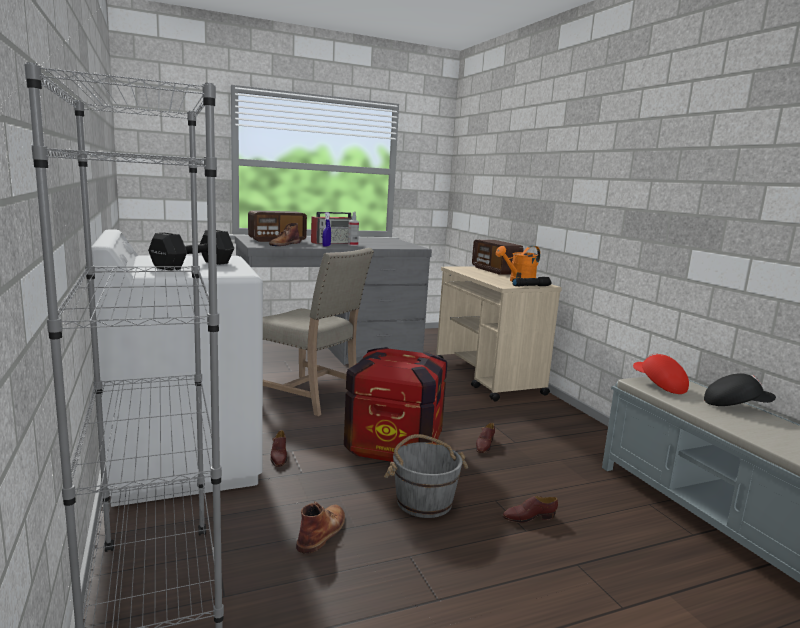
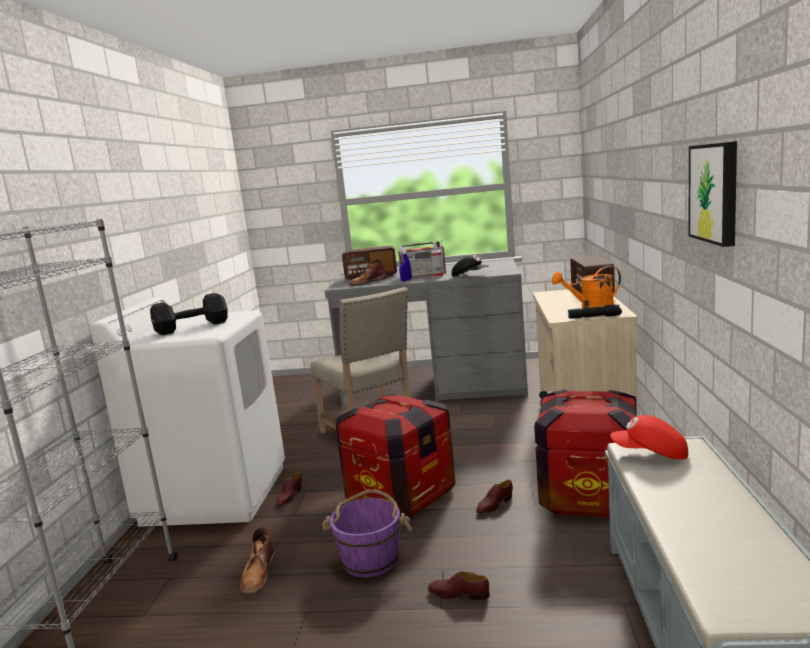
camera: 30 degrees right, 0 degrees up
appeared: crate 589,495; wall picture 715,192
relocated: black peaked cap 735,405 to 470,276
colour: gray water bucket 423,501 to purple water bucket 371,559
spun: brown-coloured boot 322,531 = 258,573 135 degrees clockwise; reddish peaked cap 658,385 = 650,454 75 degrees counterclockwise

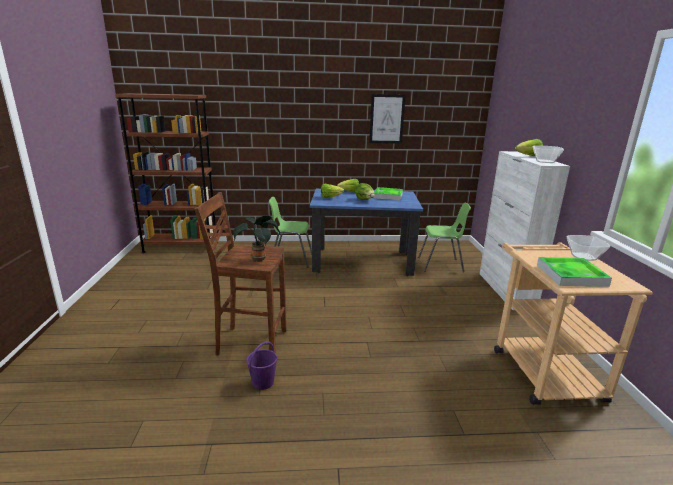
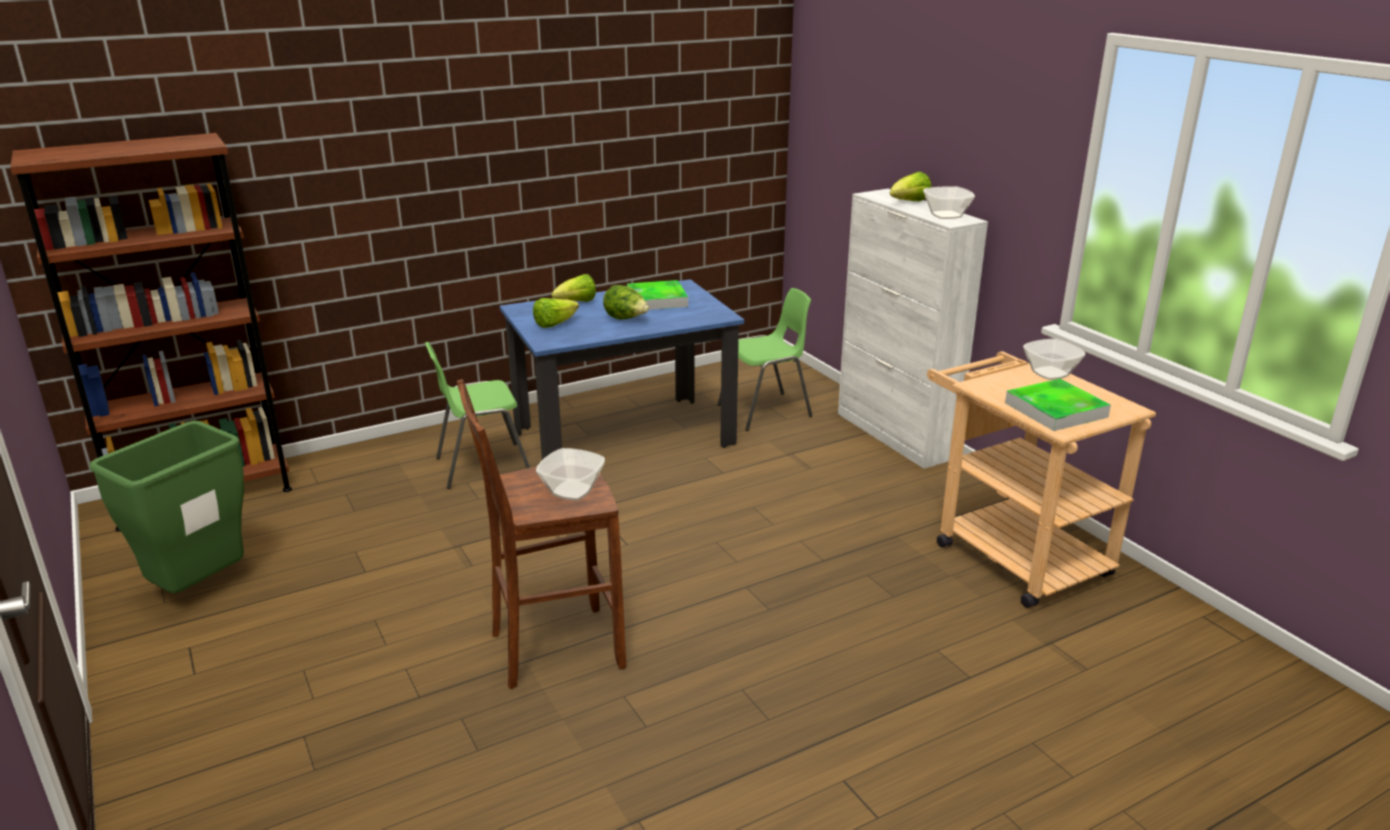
camera: 25 degrees left, 5 degrees up
missing: purple water bucket 263,382; wall picture 386,119
appeared: greenish waste bin 201,588
exchanged: houseplant 259,259 to serving bowl 572,491

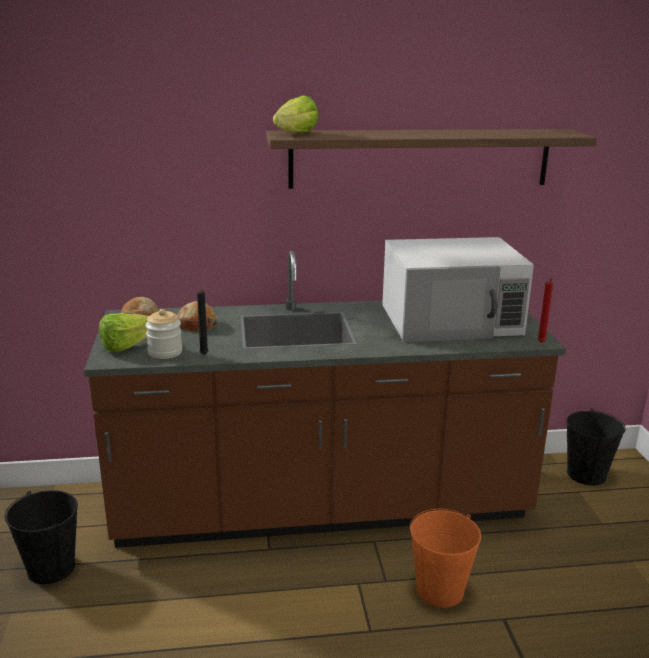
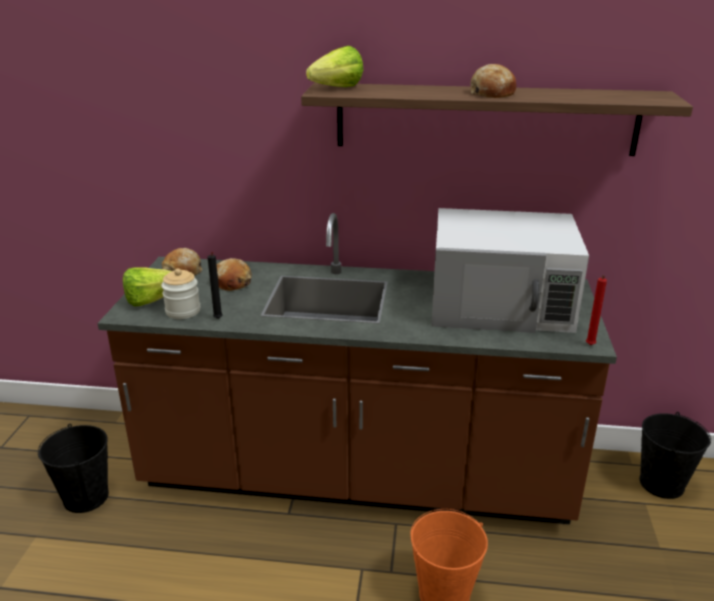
camera: 15 degrees right, 5 degrees up
appeared: bread 492,93

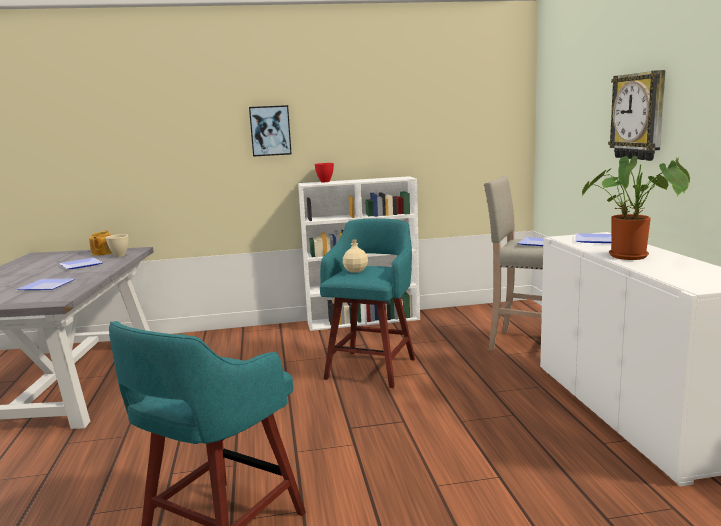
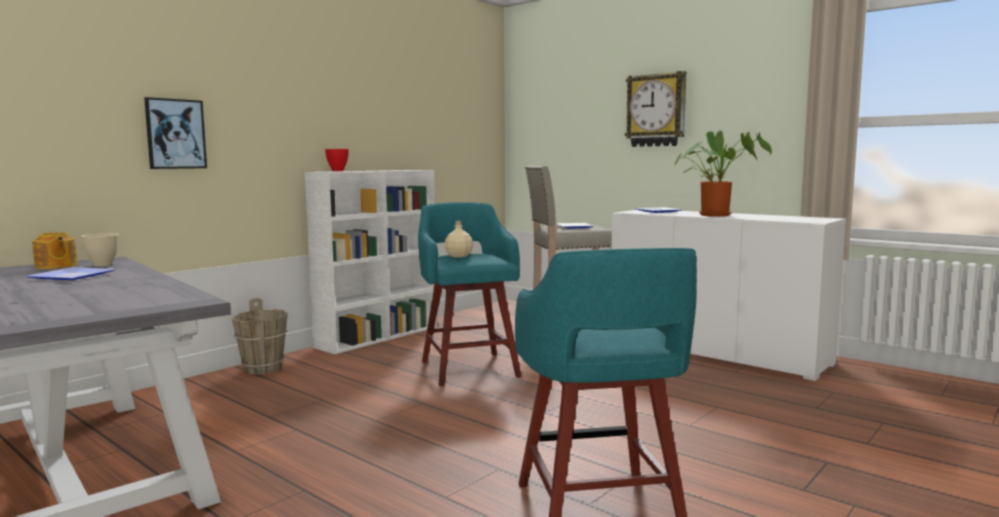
camera: 40 degrees left, 5 degrees down
missing: flat dish 46,286
appeared: brown-coloured water bucket 263,369
relocated: wall picture 270,130 to 175,134

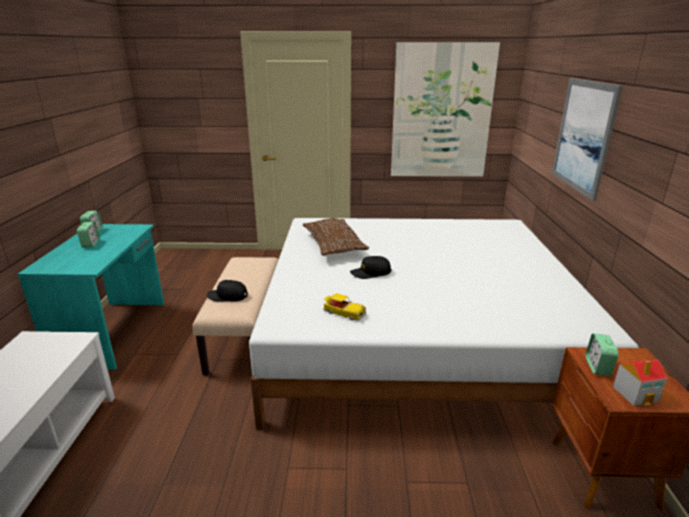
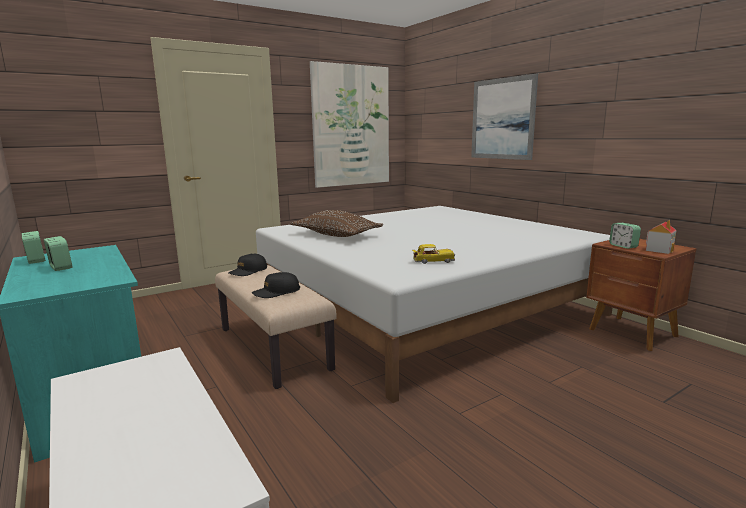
camera: 35 degrees left, 10 degrees down
relocated: black peaked cap 370,273 to 248,271

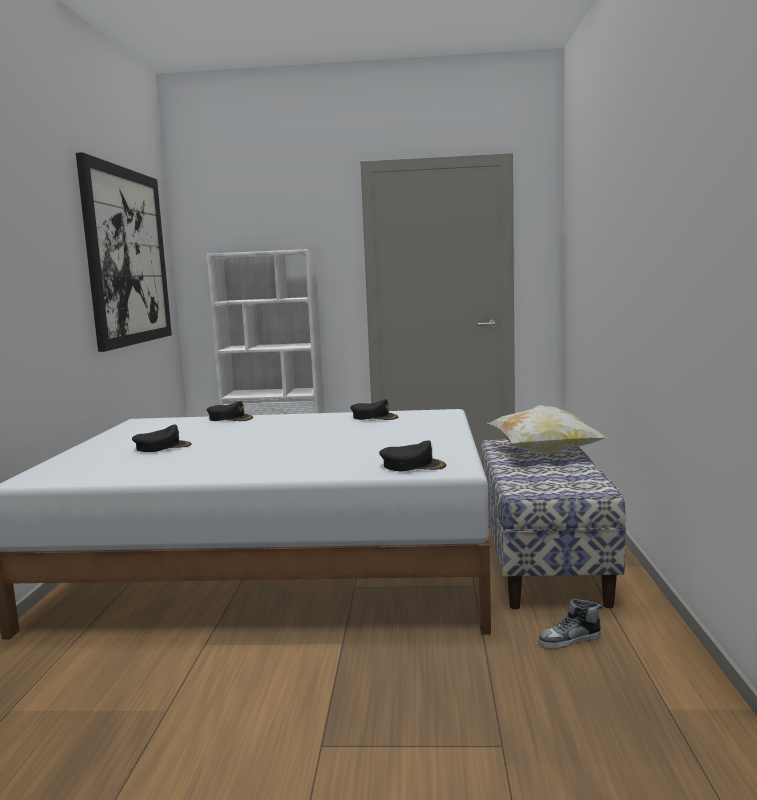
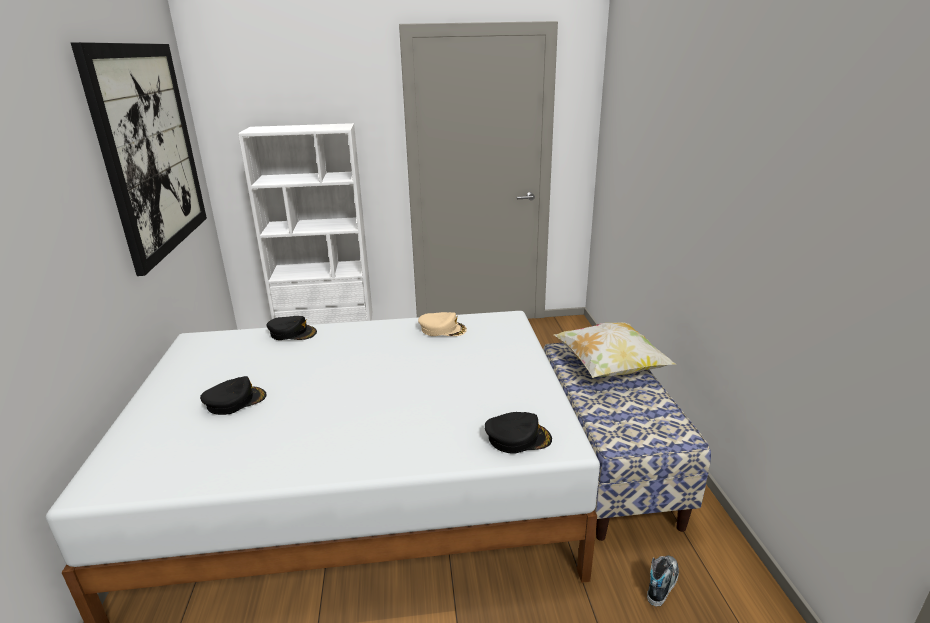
camera: 10 degrees left, 15 degrees up
colour: black peaked cap 374,417 to beige peaked cap 442,329
spun: low shoe 570,640 = 662,583 150 degrees clockwise

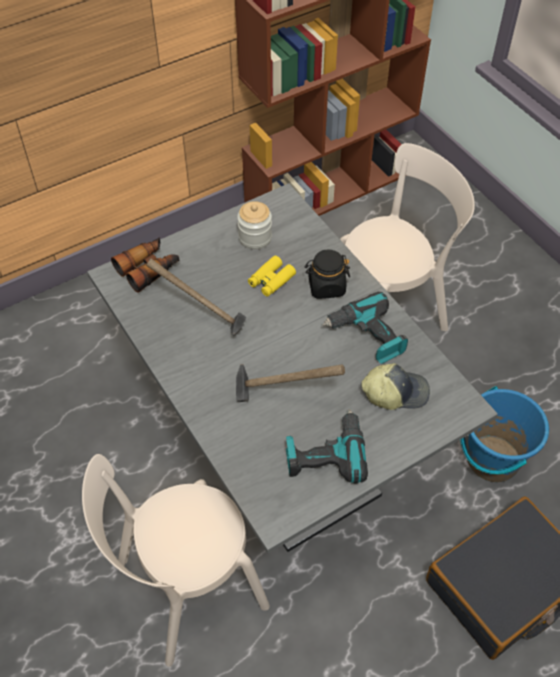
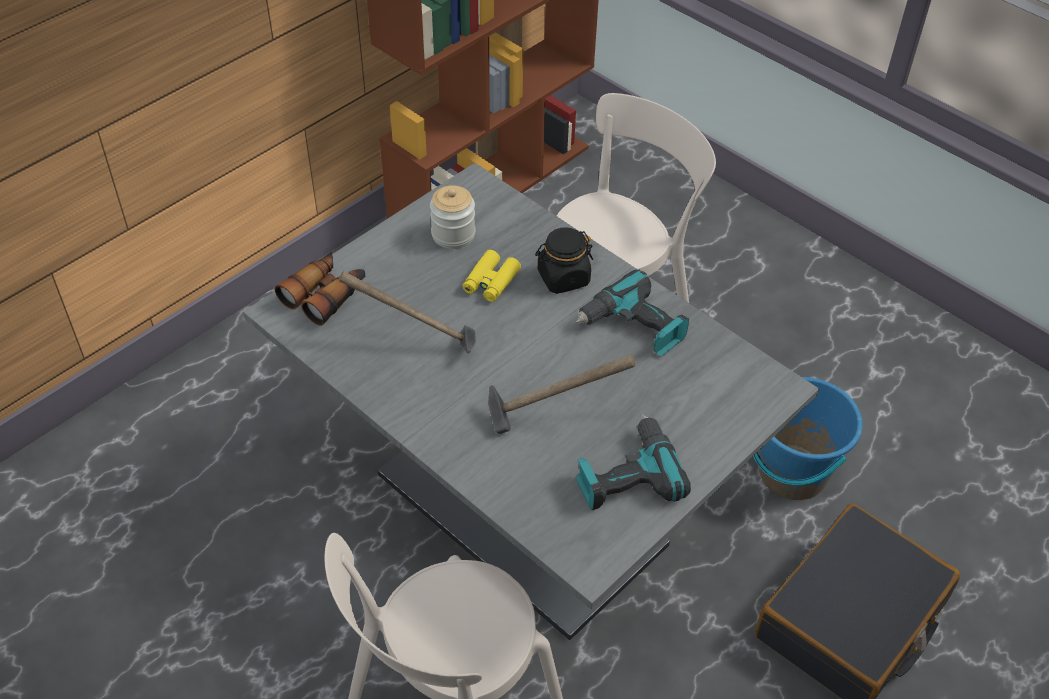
camera: 15 degrees left, 5 degrees down
missing: peaked cap 395,392

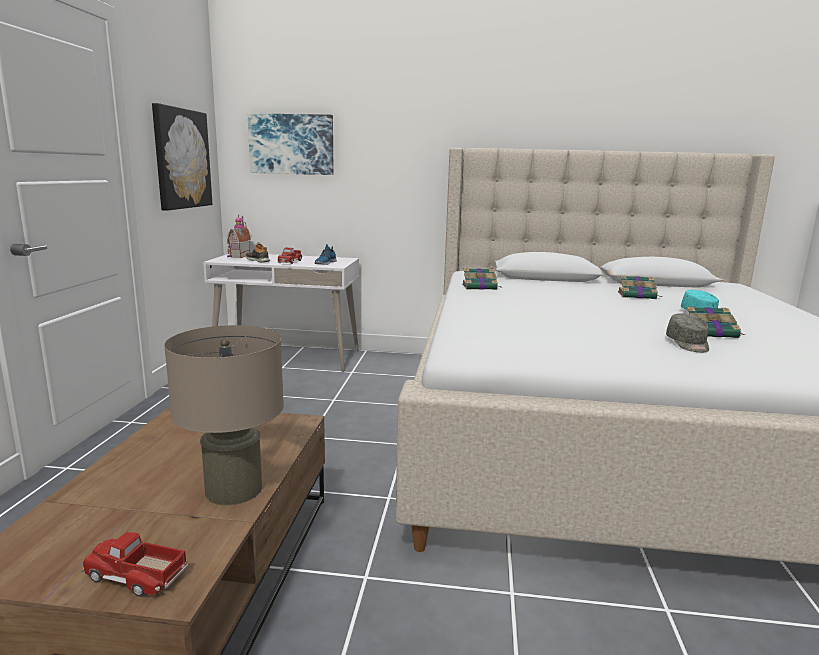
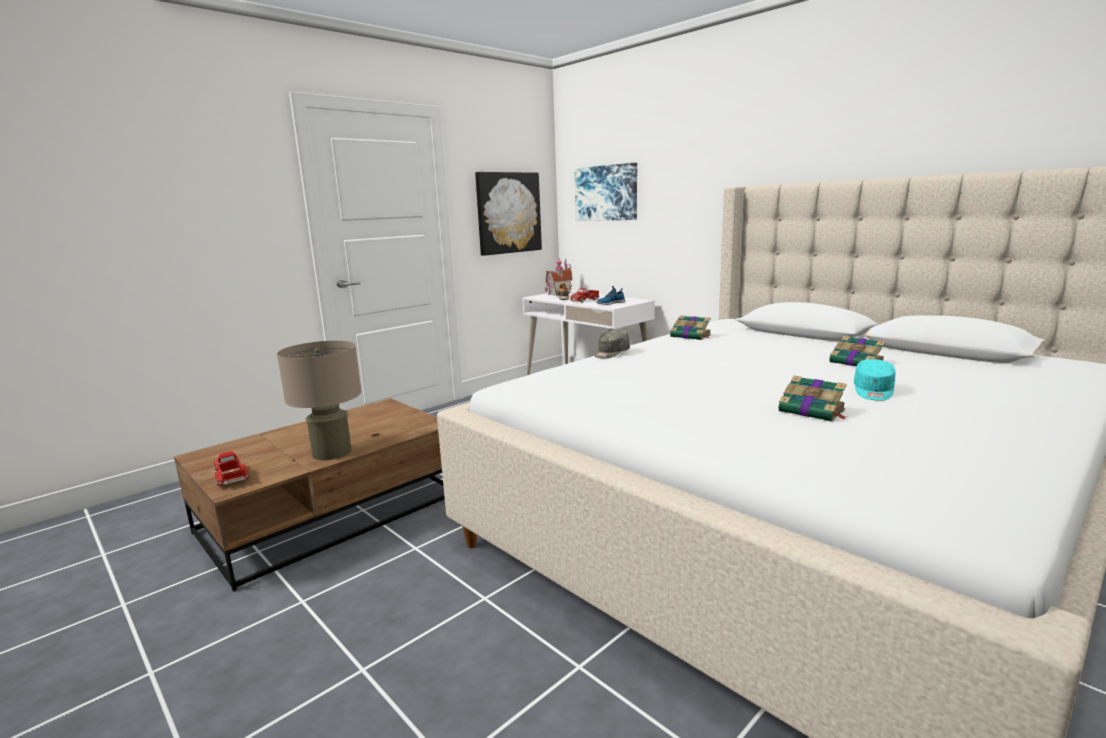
camera: 40 degrees right, 0 degrees up
relocated: gray peaked cap 688,344 to 611,353

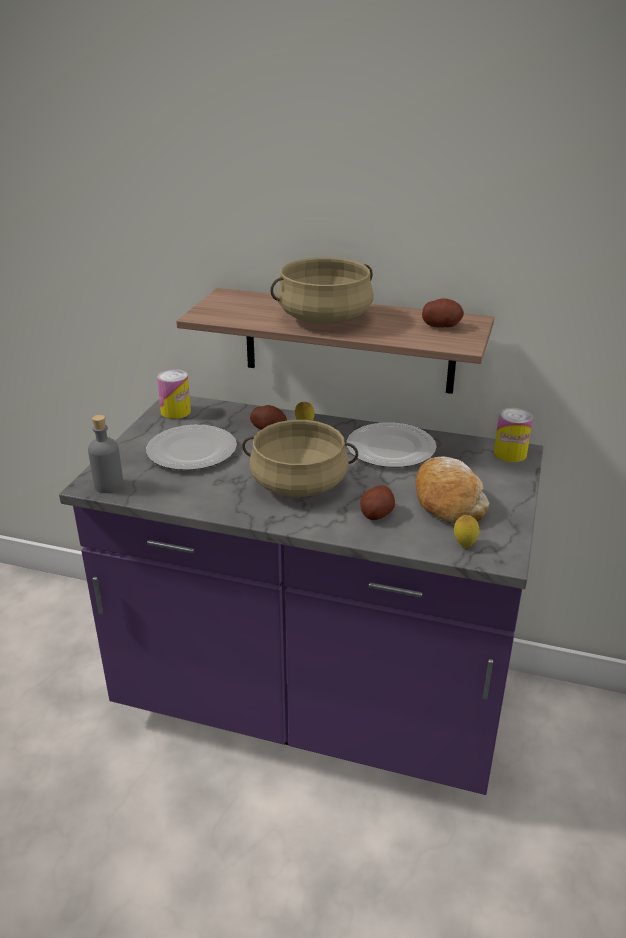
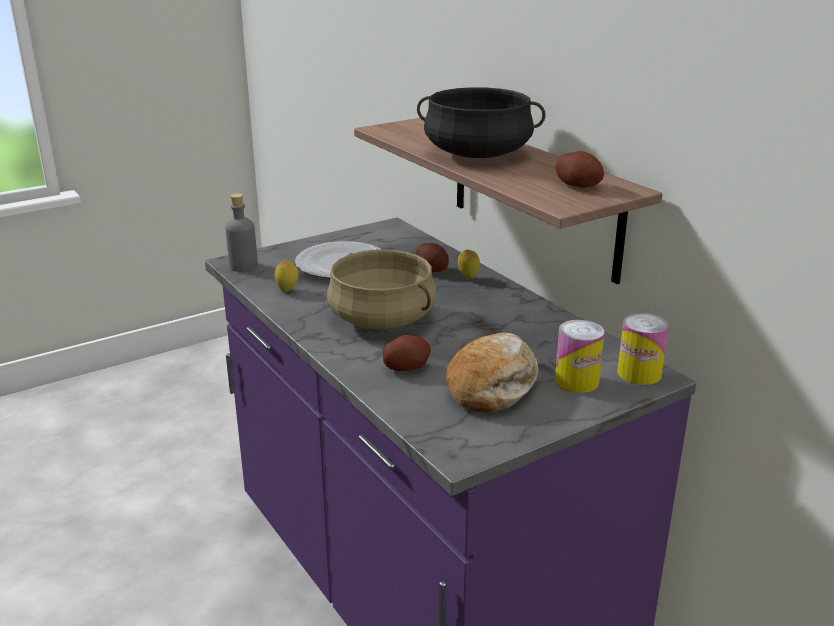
camera: 40 degrees right, 5 degrees down
missing: flat dish 390,448
relocated: can 175,411 to 576,381; whole lemon 464,544 to 287,290
colour: beige cooking pot 324,318 to black cooking pot 478,154

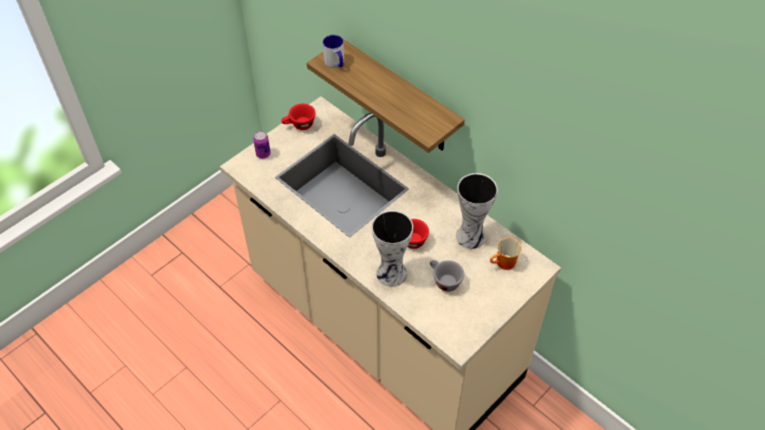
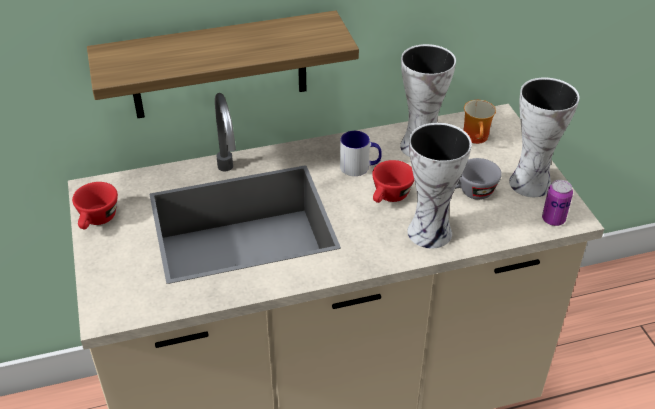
camera: 60 degrees left, 10 degrees down
appeared: decorative vase 528,182
relocated: can 263,154 to 553,219; tea mug 336,63 to 360,167

